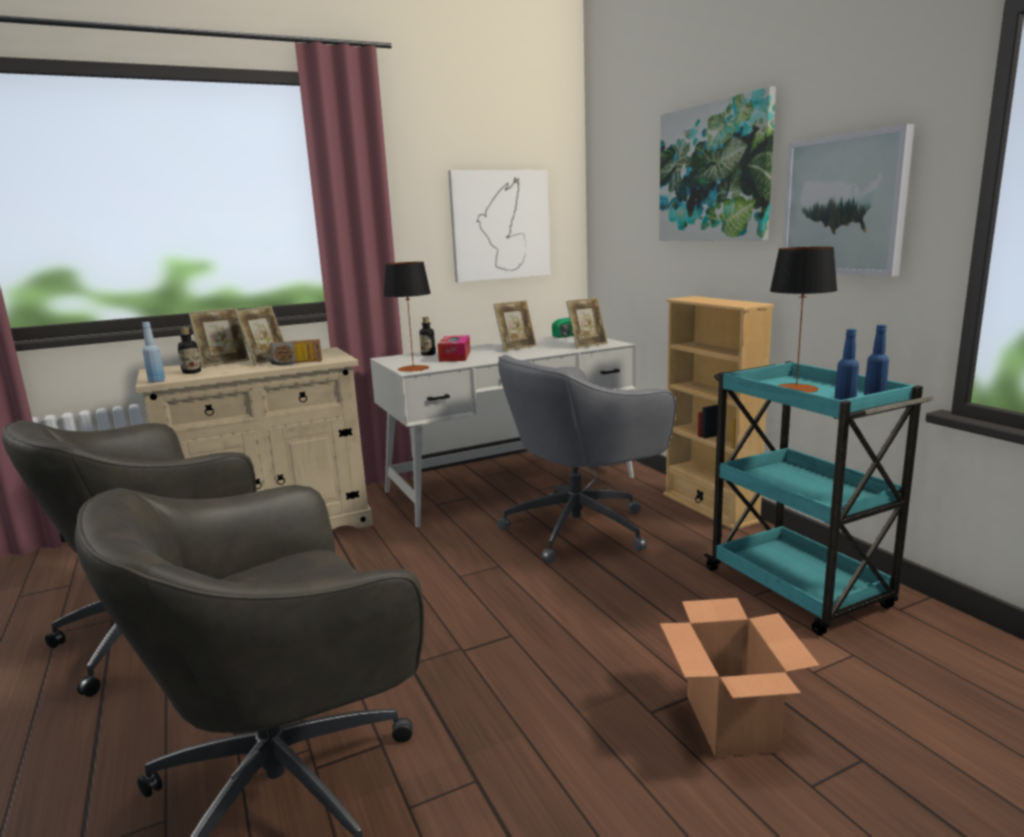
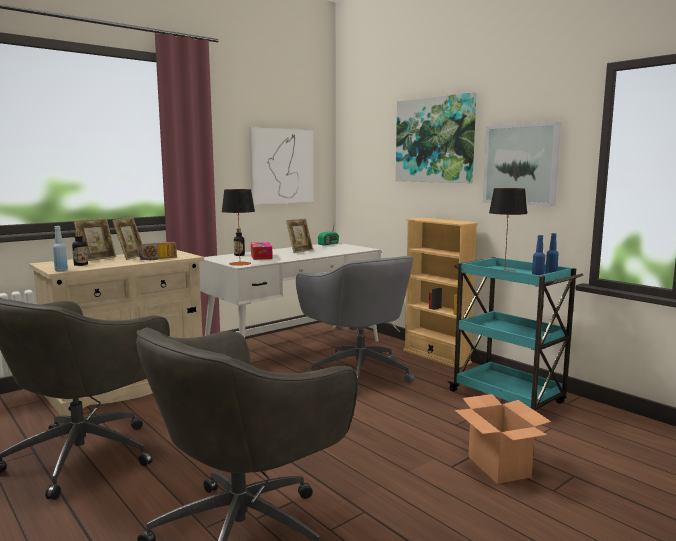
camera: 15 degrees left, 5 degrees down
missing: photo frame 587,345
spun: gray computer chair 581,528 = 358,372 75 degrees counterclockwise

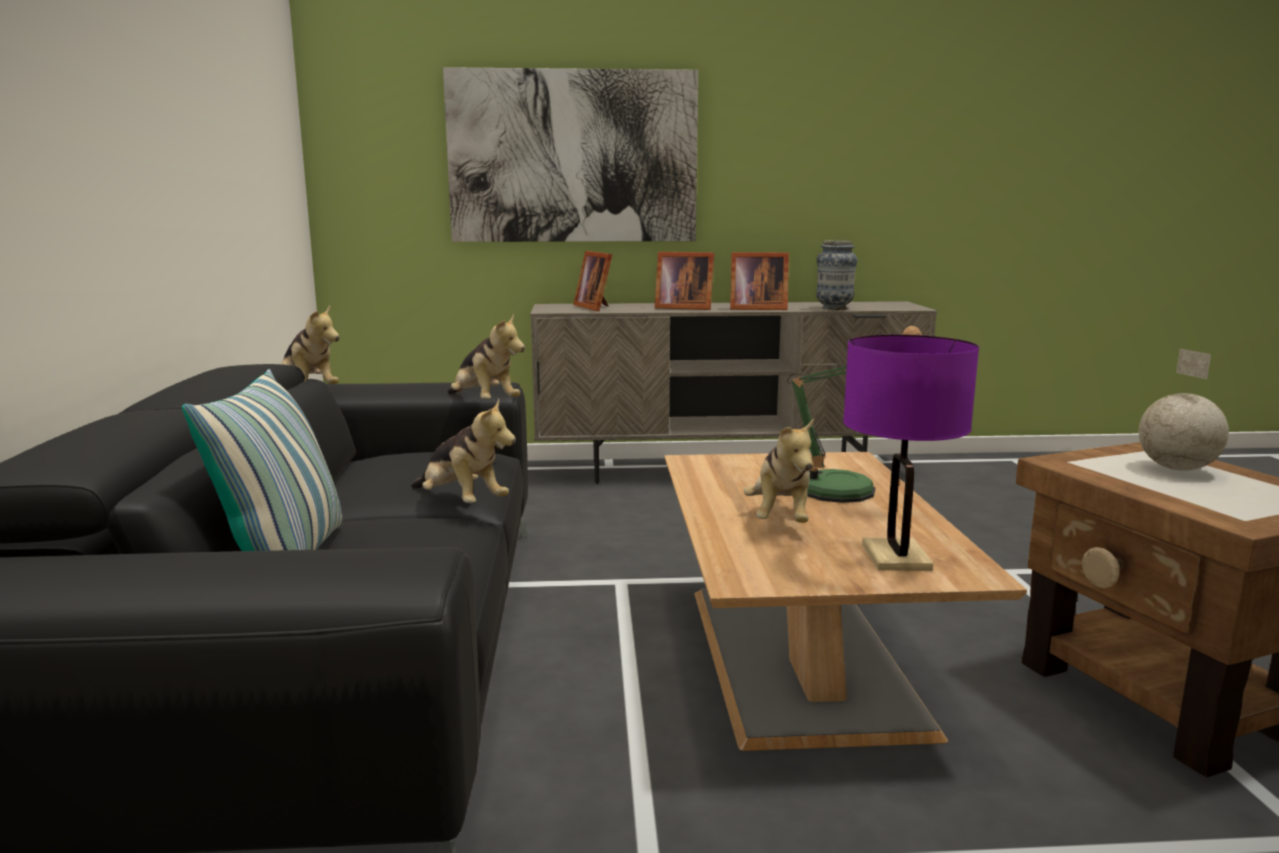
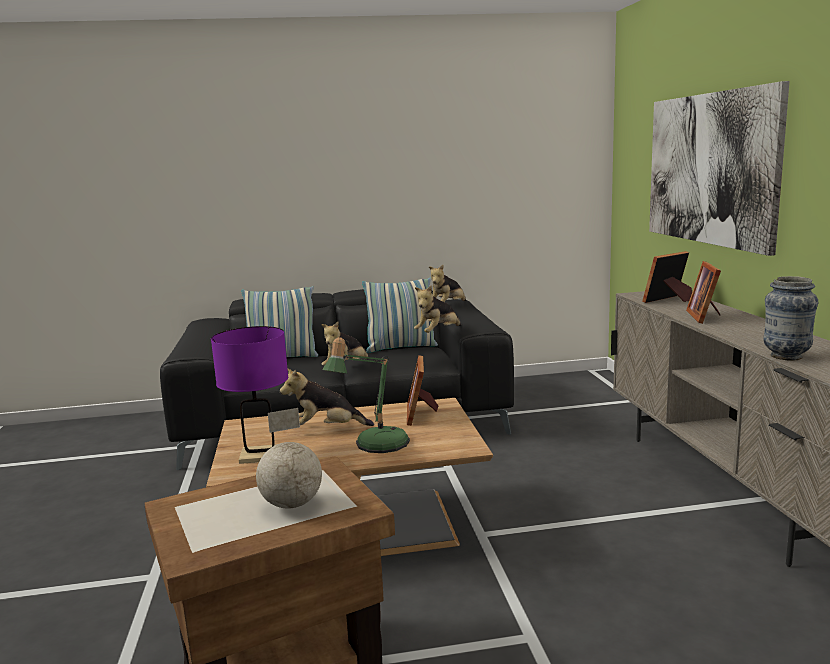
camera: 85 degrees right, 0 degrees up
appeared: pillow 401,347
relocated: photo frame 755,308 to 421,414

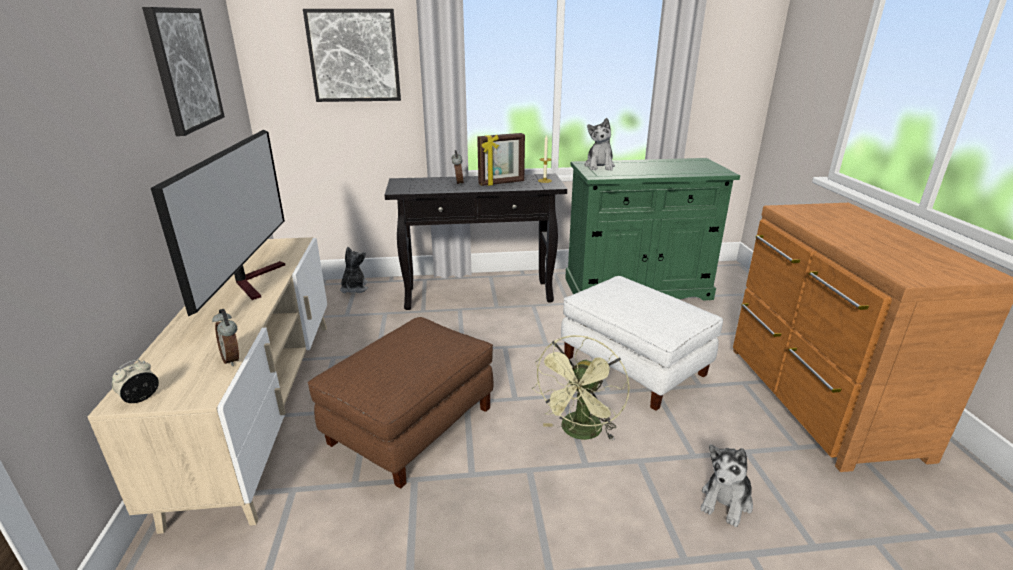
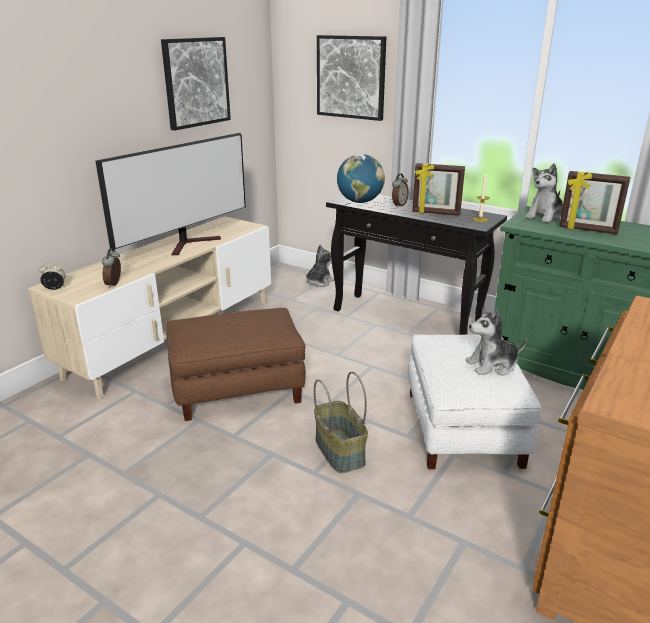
camera: 40 degrees right, 0 degrees up
appeared: world globe 360,202; photo frame 588,230
relocated: cuddly toy 726,501 to 492,365
exchanged: greenish fan 580,433 to storage basket 340,451

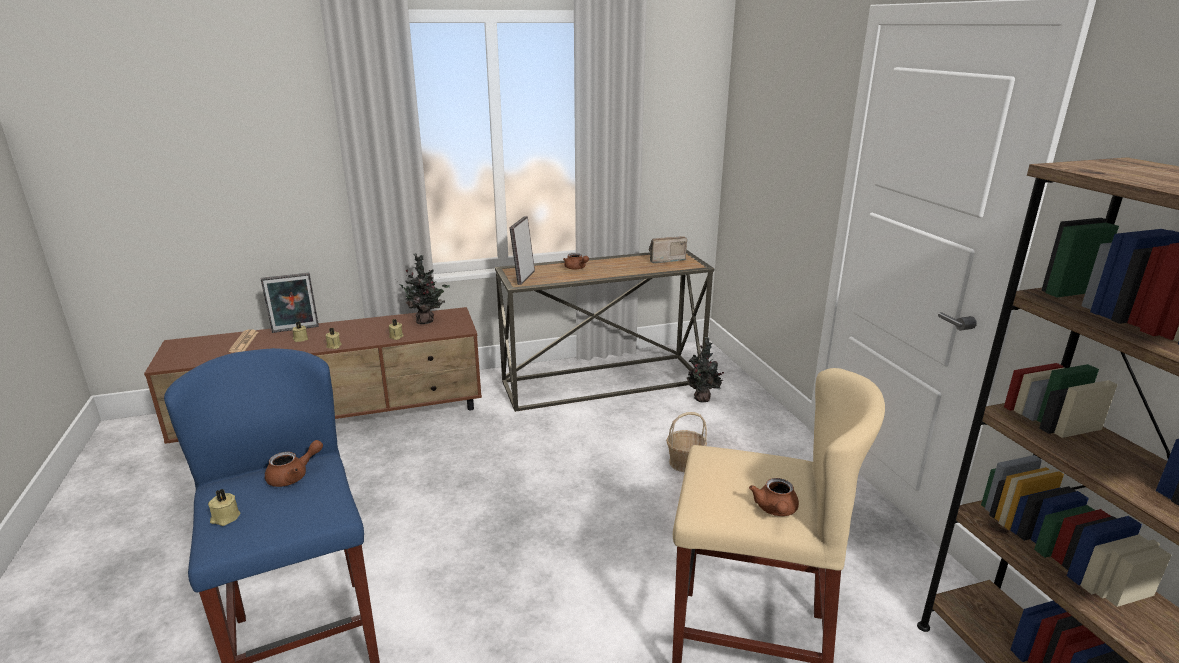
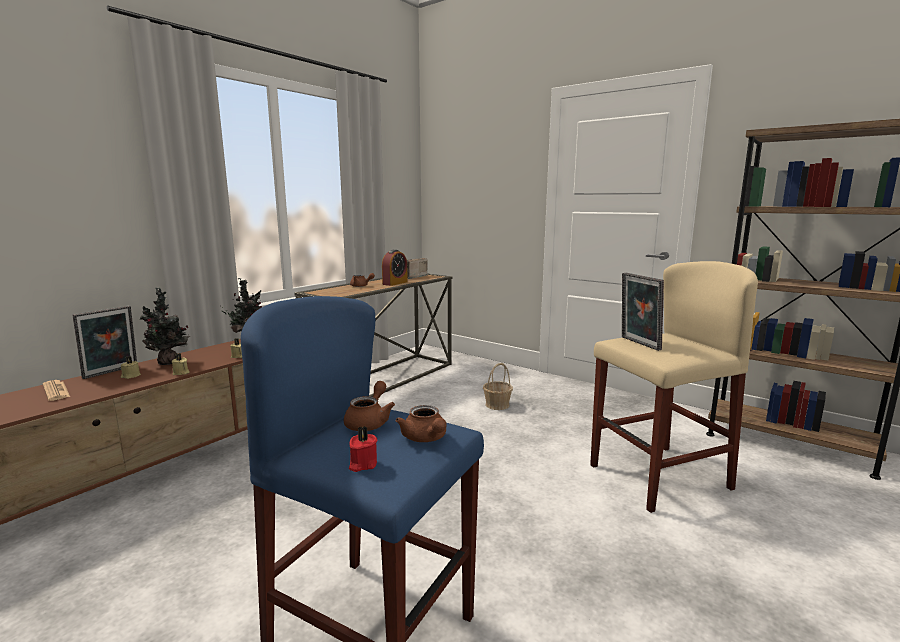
camera: 35 degrees left, 10 degrees down
appeared: bedside clock 395,283
relocated: photo frame 523,277 to 638,343; houseplant 702,400 to 168,363; brown-coloured tea pot 775,510 to 425,439
colour: beige wax light 225,518 to reddish wax light 362,464

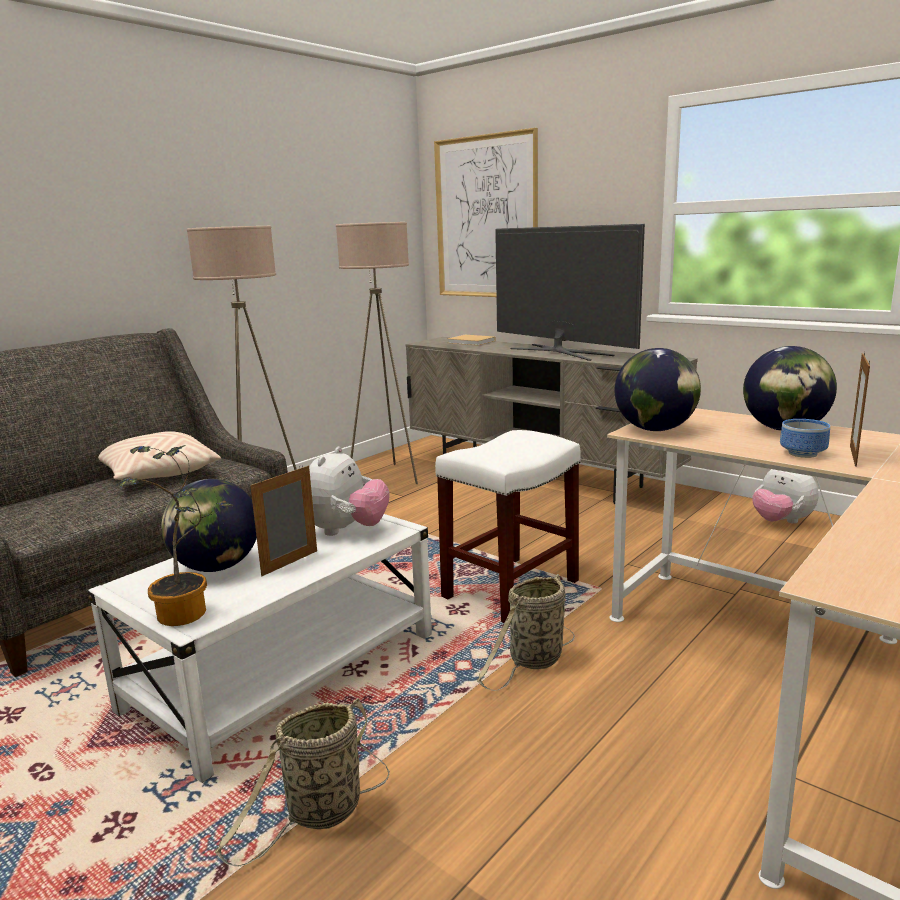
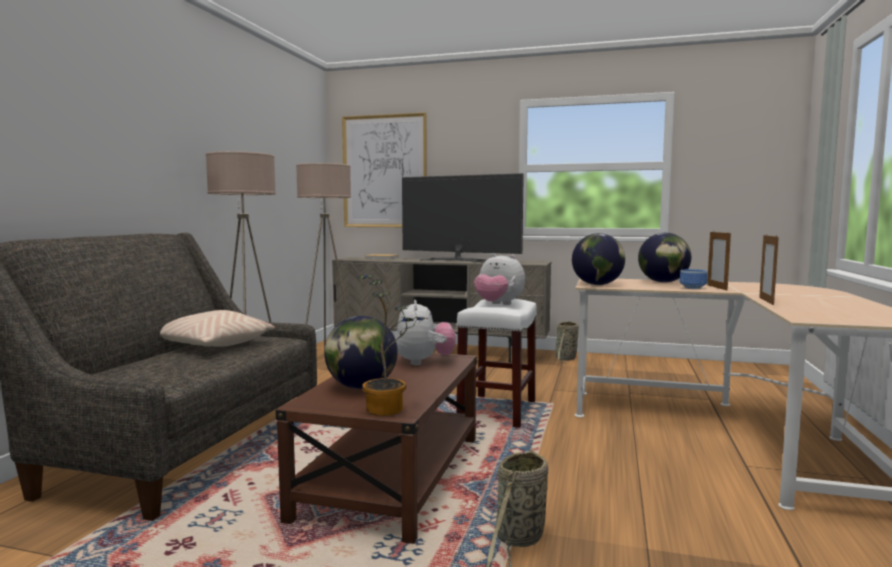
camera: 25 degrees left, 10 degrees down
relocated: photo frame 290,563 to 766,301; storage basket 533,661 to 565,359; cuddly toy 781,522 to 498,305
colour: whitish lounge table 284,671 to brown-coloured lounge table 393,476

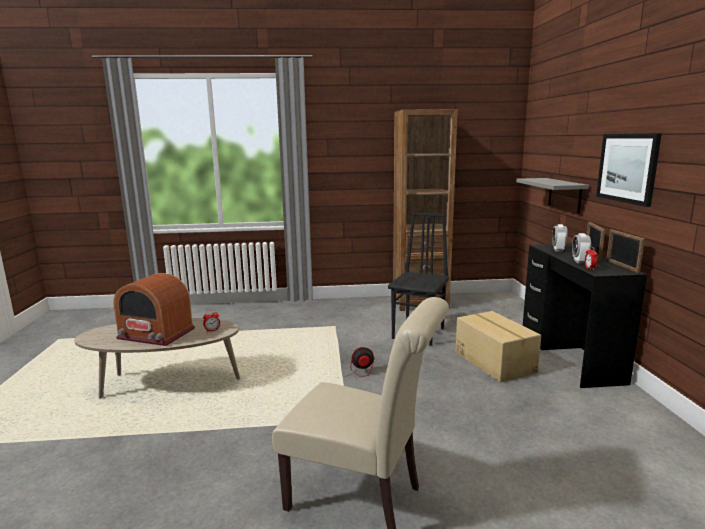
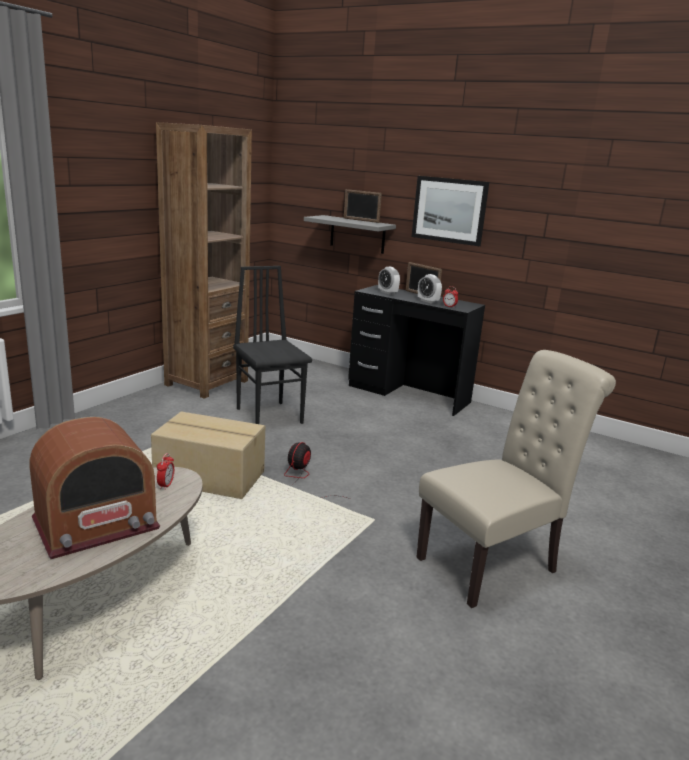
camera: 55 degrees left, 5 degrees up
relocated: cardboard box 495,361 to 210,476; photo frame 621,266 to 361,220

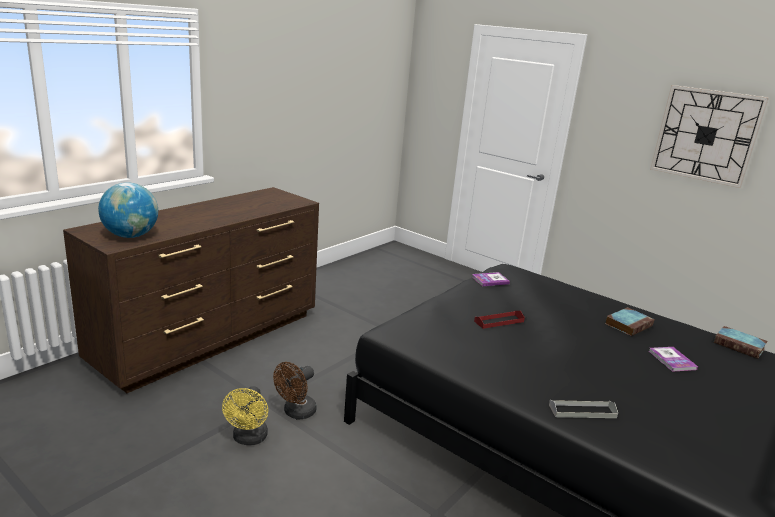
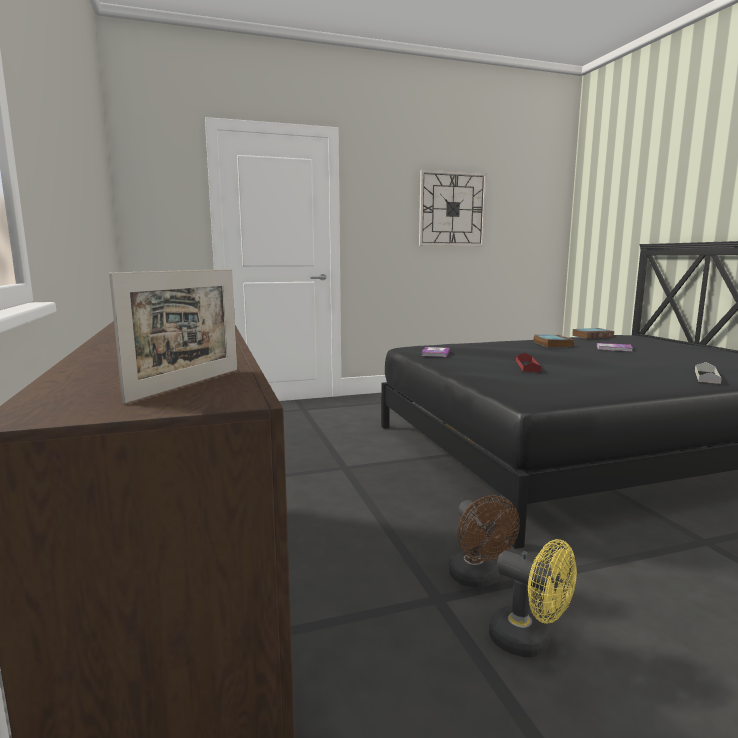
camera: 55 degrees left, 10 degrees down
exchanged: world globe 131,236 to photo frame 187,384

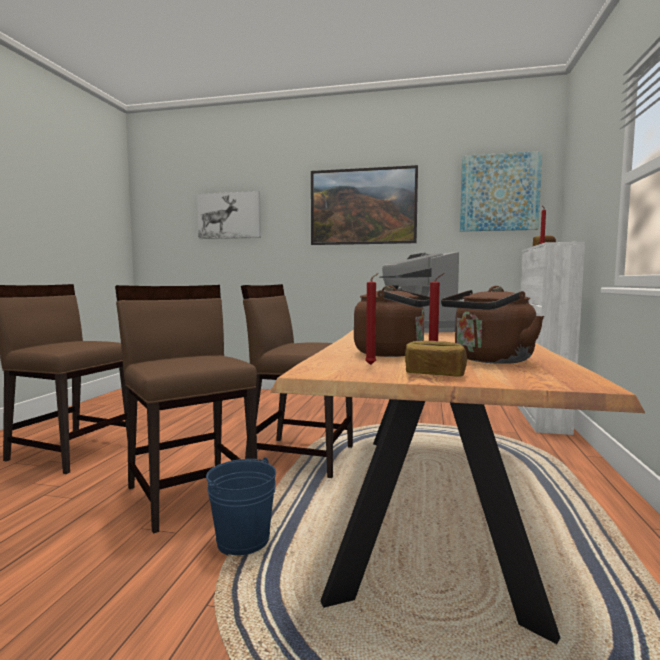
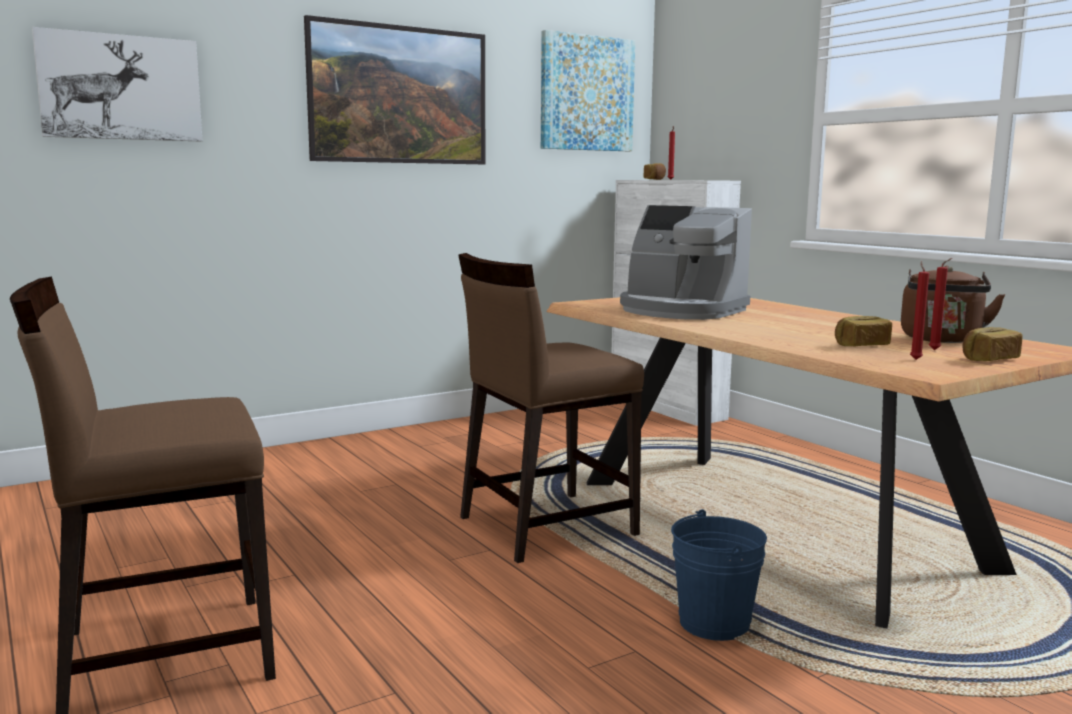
camera: 45 degrees left, 5 degrees up
missing: brown-coloured upright chair 191,493
exchanged: brown-coloured water kettle 394,353 to bread 861,345

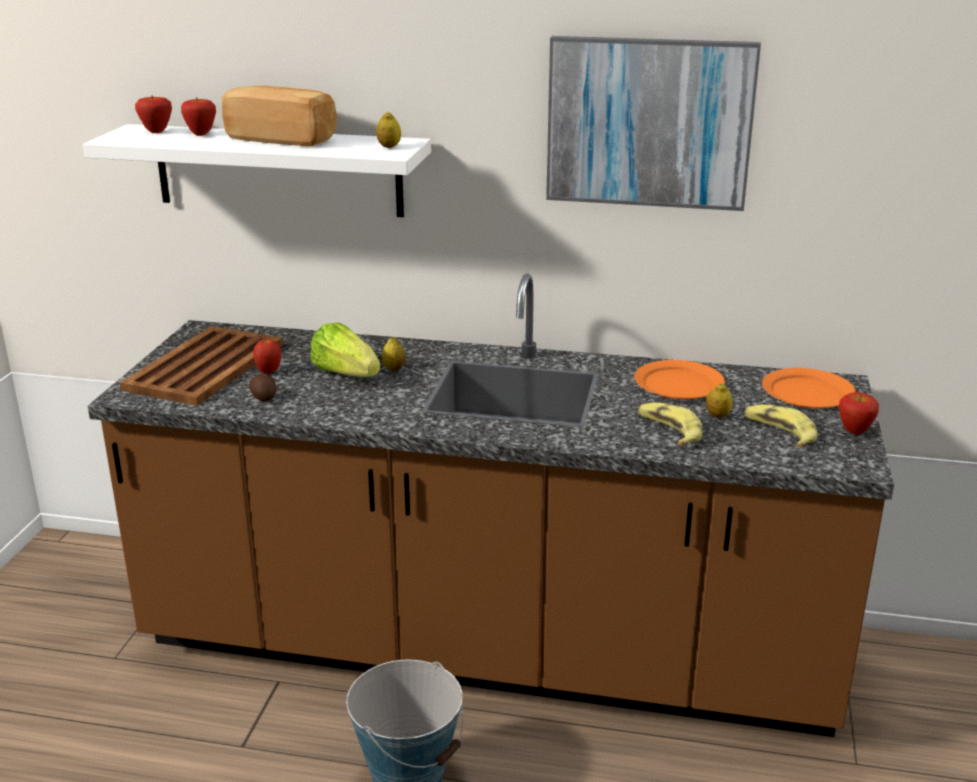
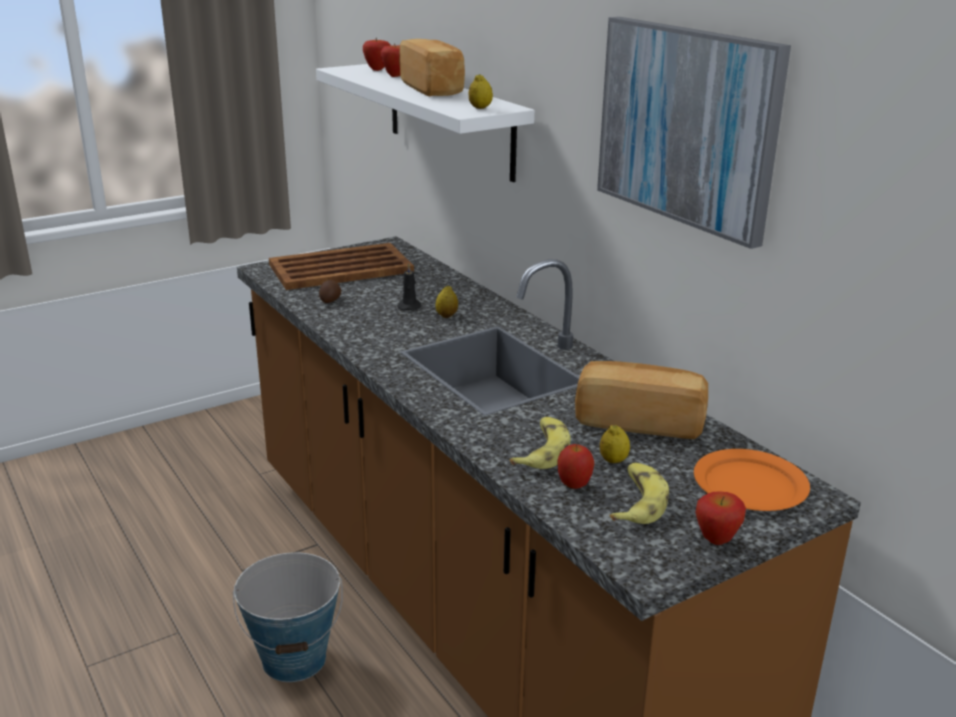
camera: 45 degrees right, 0 degrees up
relocated: whole apple 268,372 to 574,485
exchanged: lettuce 346,374 to black wax light 409,306; orange flat dish 679,384 to bread 639,421

